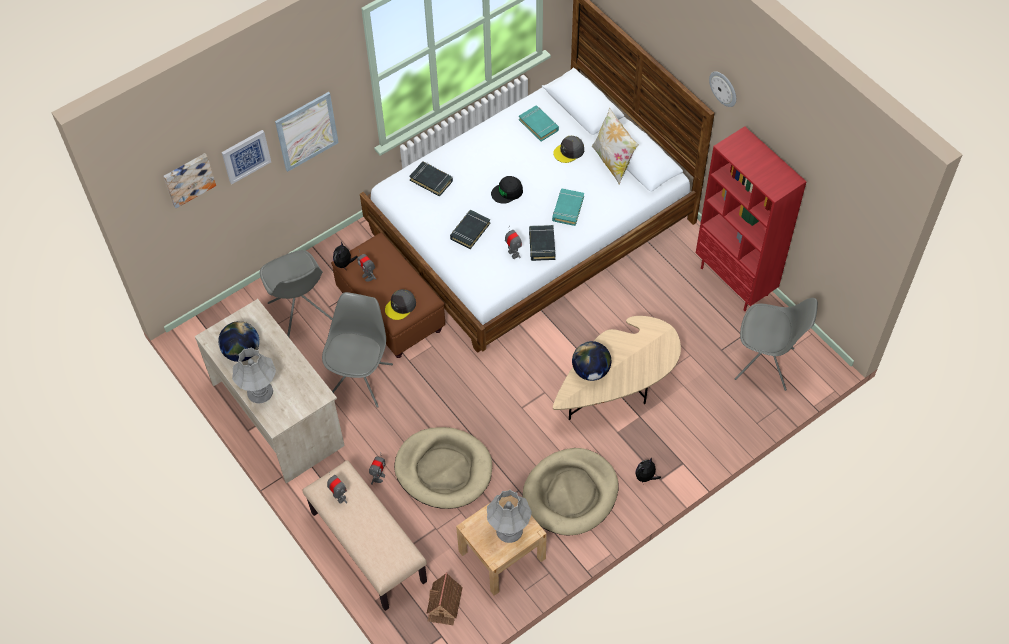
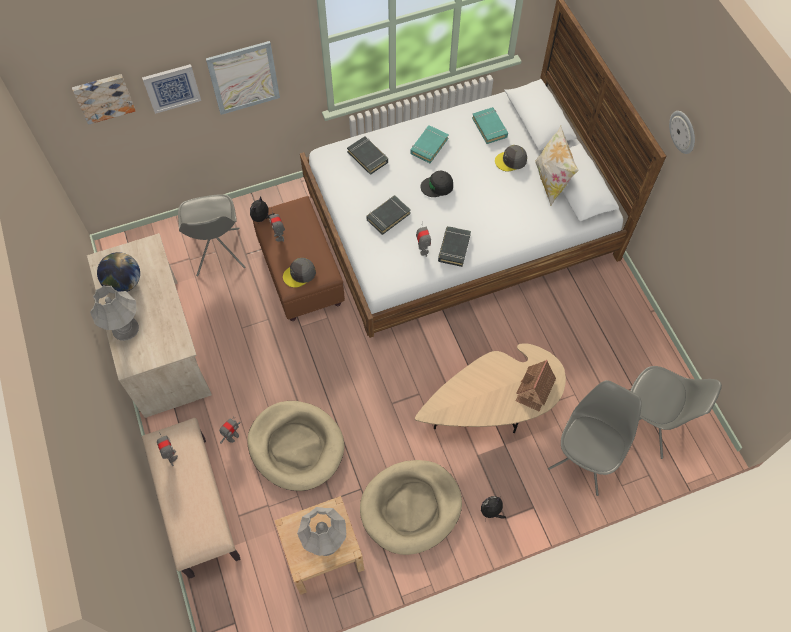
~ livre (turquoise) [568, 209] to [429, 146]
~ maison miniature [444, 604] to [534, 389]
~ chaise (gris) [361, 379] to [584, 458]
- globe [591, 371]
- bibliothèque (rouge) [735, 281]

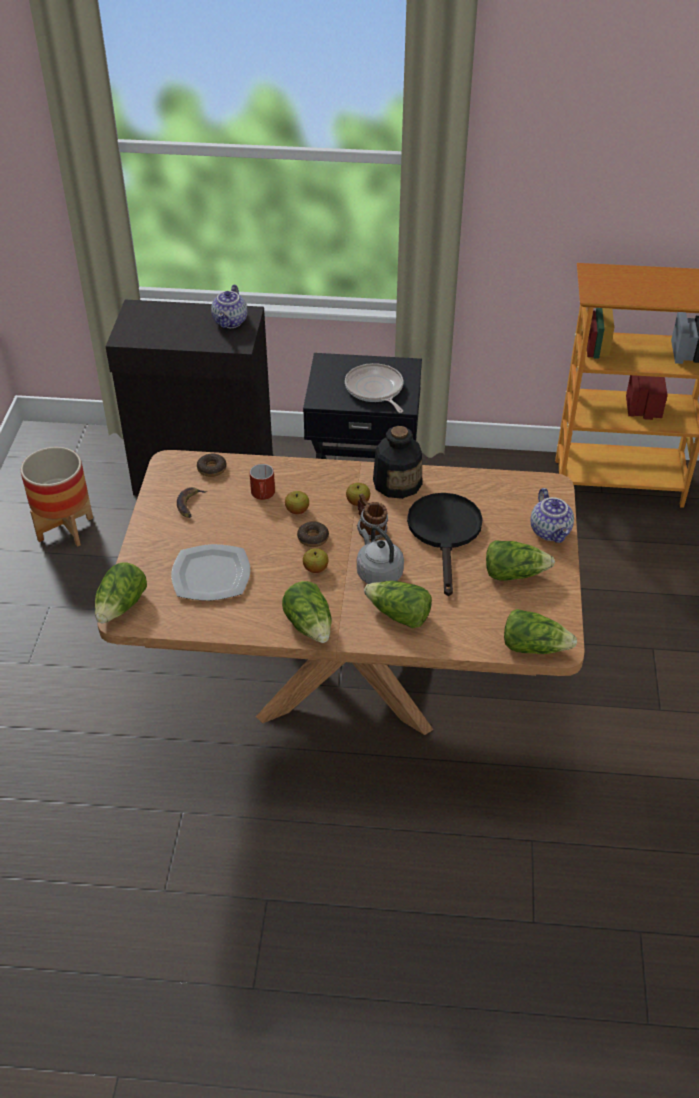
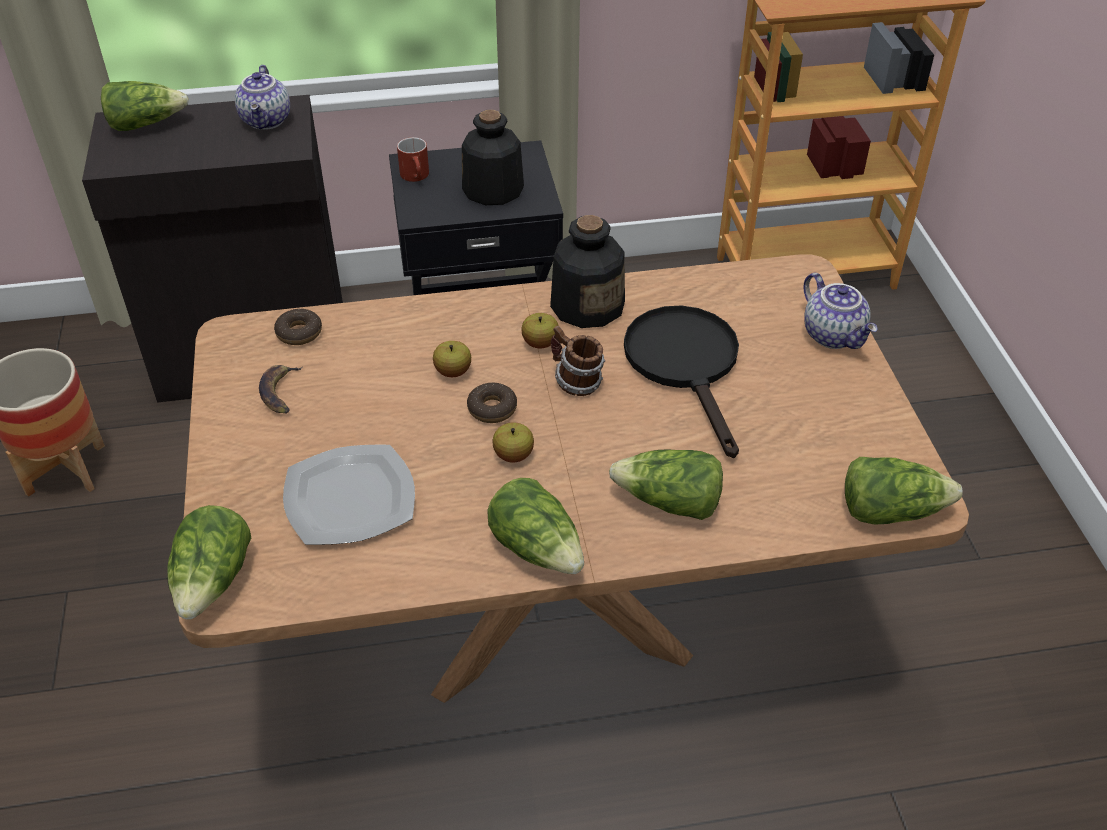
~ laitue [514, 573] to [146, 124]
~ mug (rouge) [264, 495] to [417, 176]
~ poêle [375, 390] to bouteille [493, 190]
- bouilloire (gris) [378, 572]

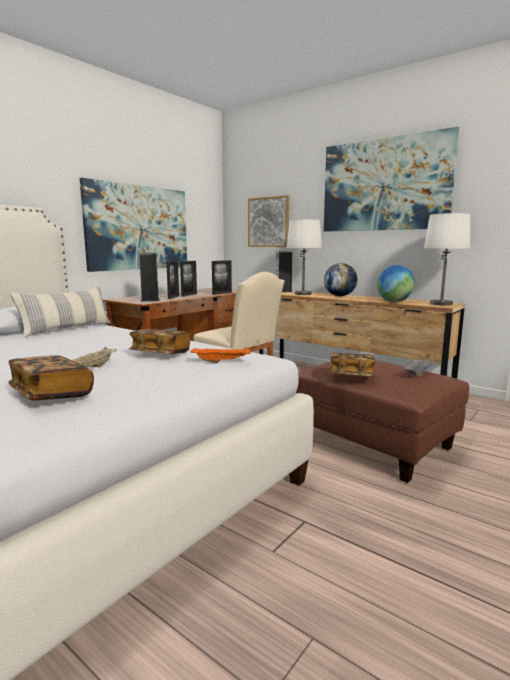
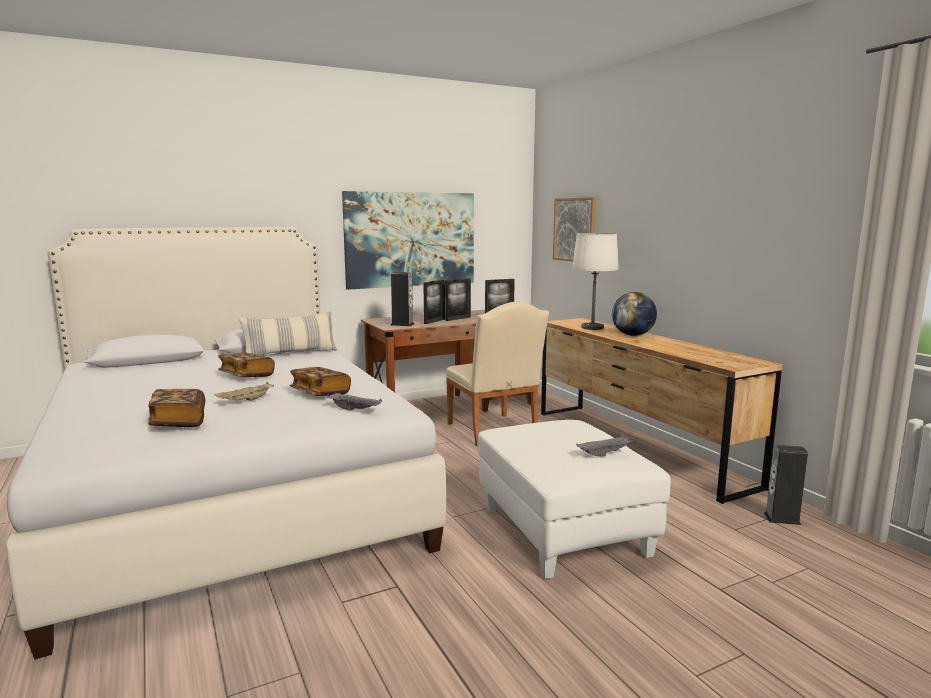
~ livre [351, 375] to [246, 376]
~ plateau (orange) [222, 361] to plateau (gris) [355, 410]
~ pouf (marron) [375, 445] to pouf (blanc) [563, 532]
~ enceinte [283, 291] to [782, 519]
- tableau [384, 185]
- globe [394, 302]
- lampe de table (blanc) [441, 304]

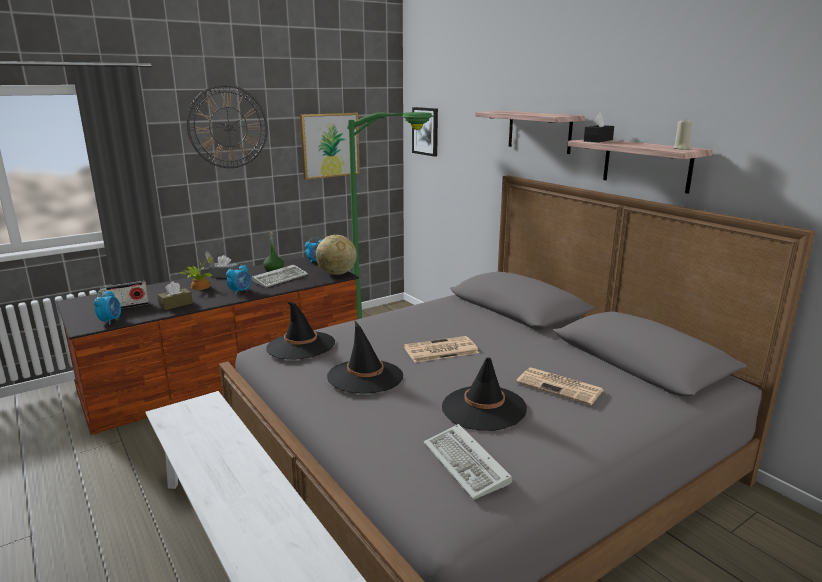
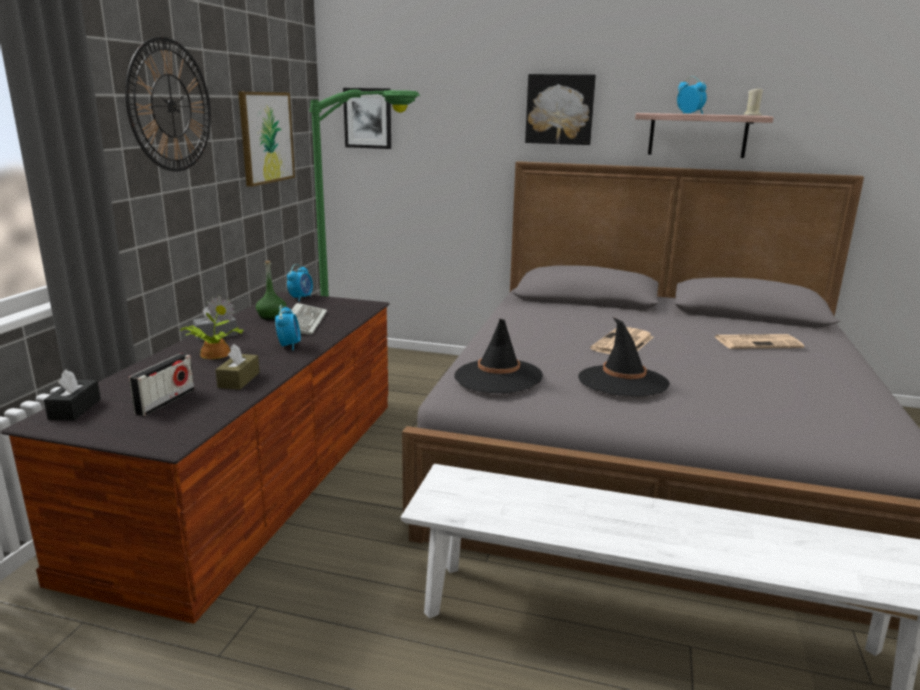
~ boîte à mouchoirs (noir) [598, 140] to [75, 409]
~ étagère [539, 131] to tableau [560, 109]
~ réveil [110, 320] to [690, 114]
- globe [337, 274]
- clavier [468, 465]
- chapeau (noir) [483, 408]

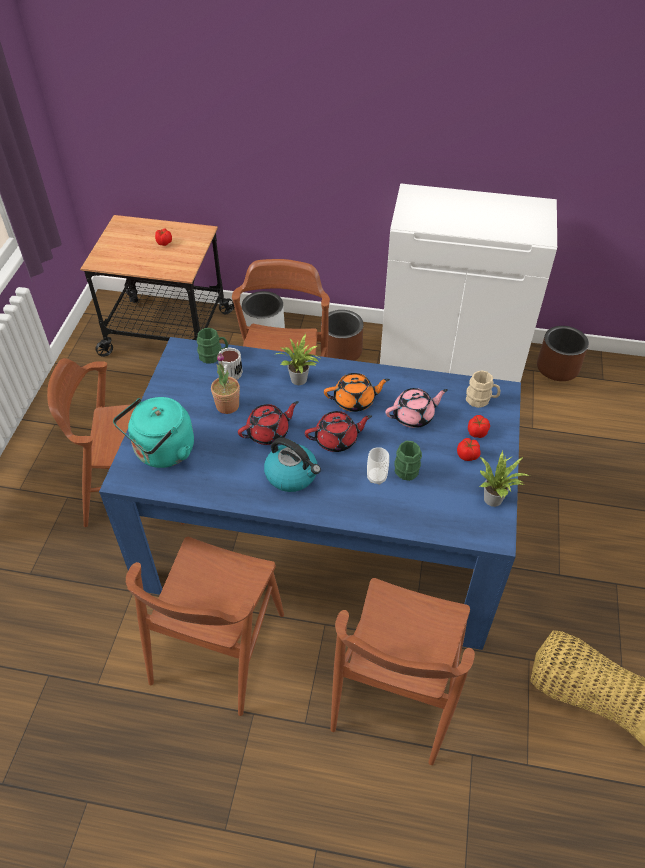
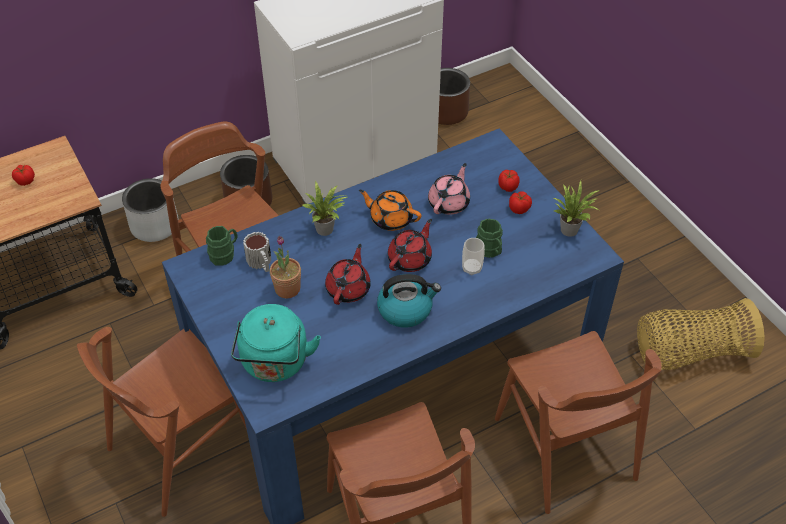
~ théière (orange) [355, 401] = [390, 219] 105 degrees counterclockwise
- mug (beige) [481, 400]

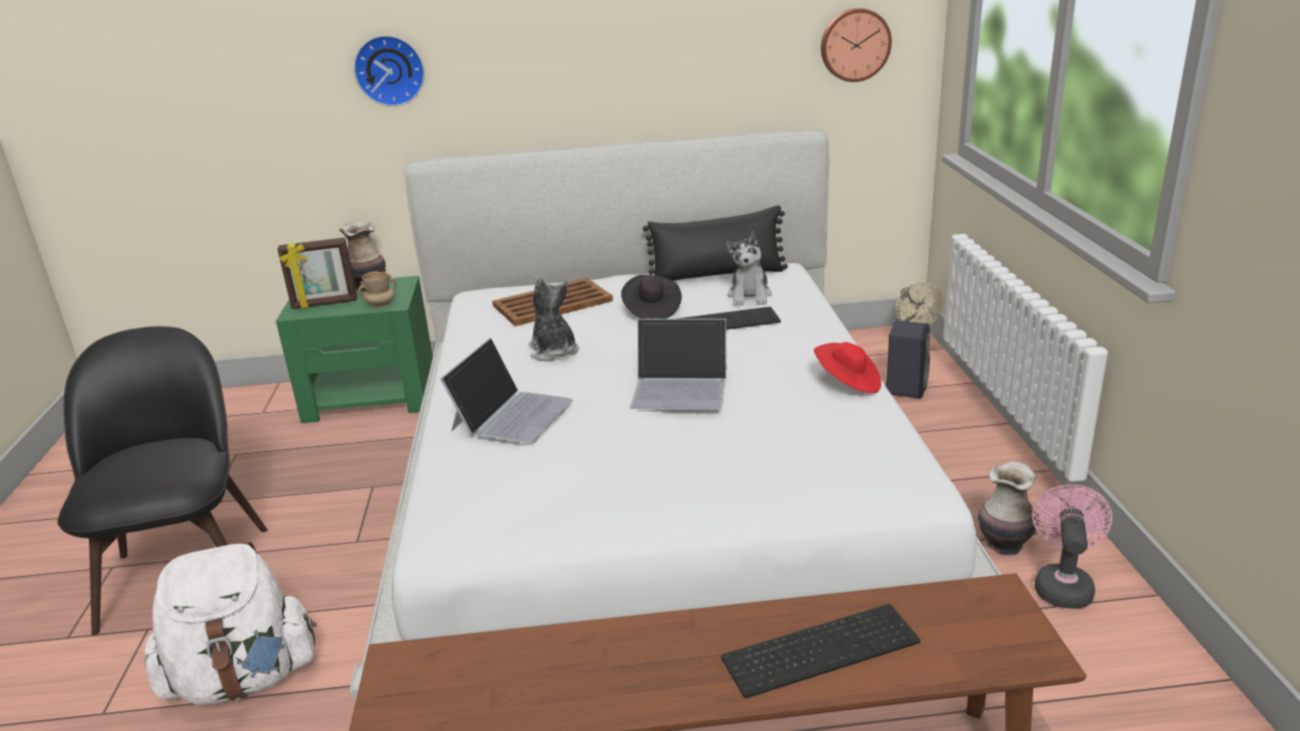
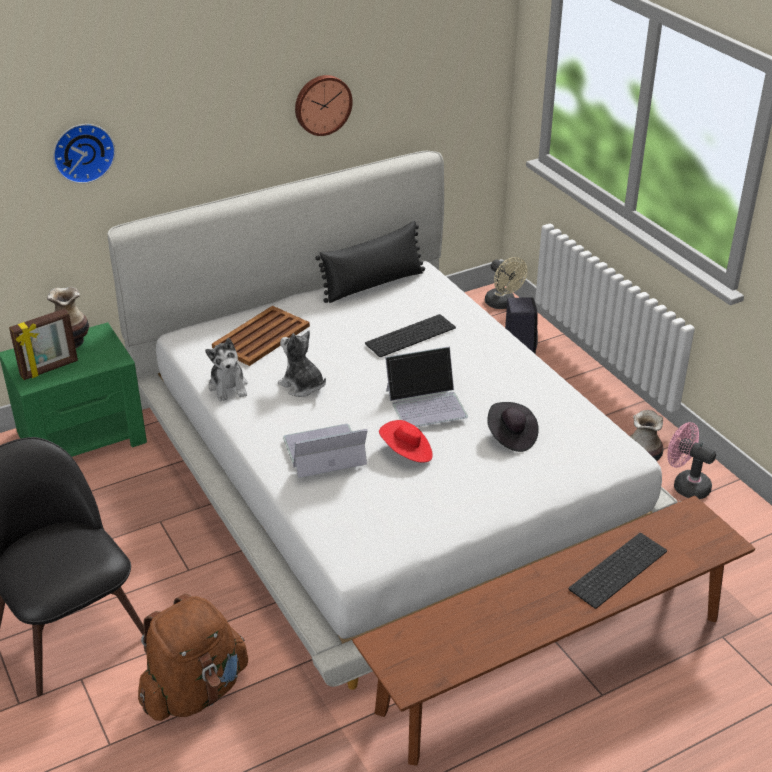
~ sac à dos (blanc) [243, 679] to sac à dos (marron) [195, 691]
~ peluche [750, 296] to [228, 386]
~ ordinateur portable [512, 414] = [323, 451] 105 degrees counterclockwise
~ horloge murale [854, 44] to [322, 104]
~ chapeau (rouge) [848, 383] to [406, 453]
~ chapeau (noir) [651, 310] to [511, 437]
~ ventilateur (rose) [1062, 585] = [686, 485] 45 degrees counterclockwise
- mug (beige) [381, 304]

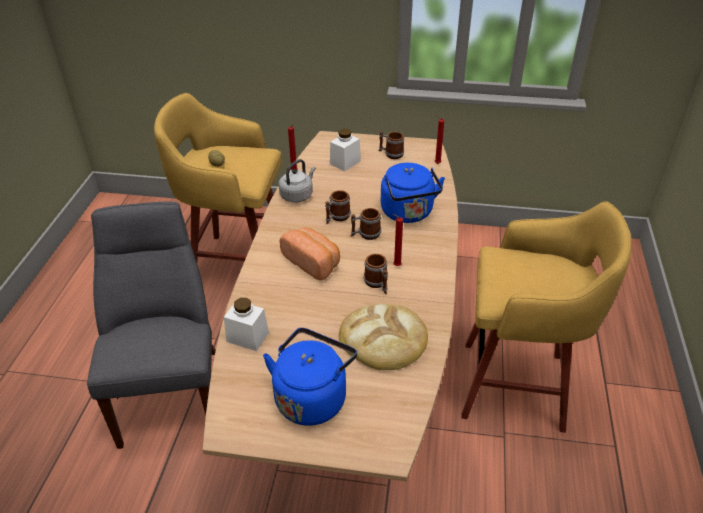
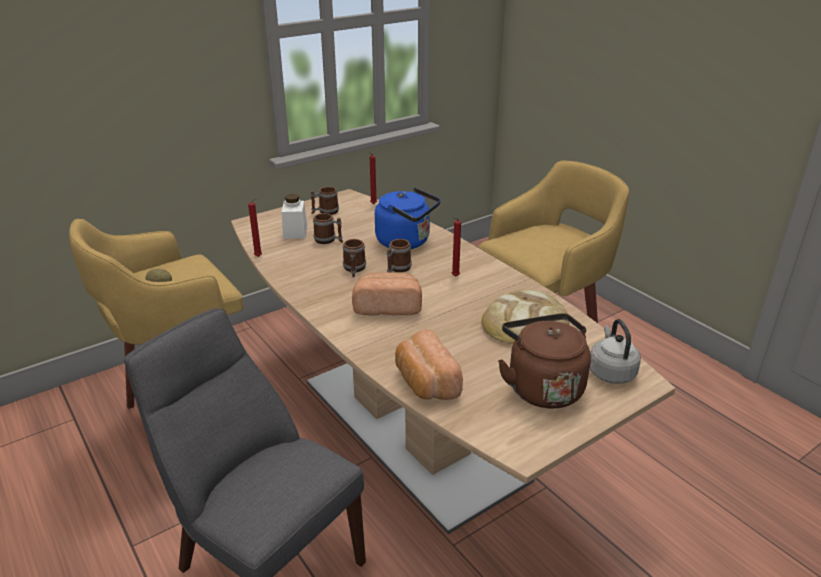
~ mug [377, 284] to [328, 240]
~ bocal (blanc) [247, 337] to pain [424, 383]
~ bouilloire (bleu) [312, 397] to bouilloire (marron) [542, 386]
~ bouilloire (gris) [298, 195] to [611, 372]

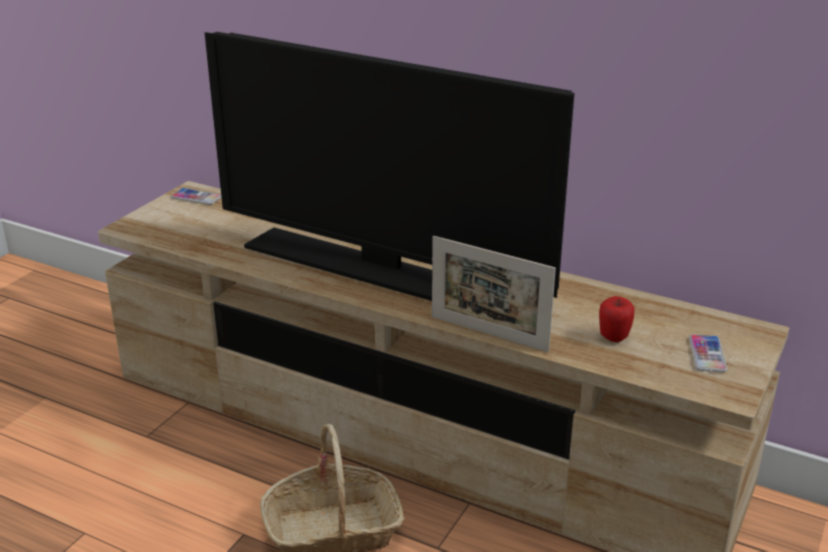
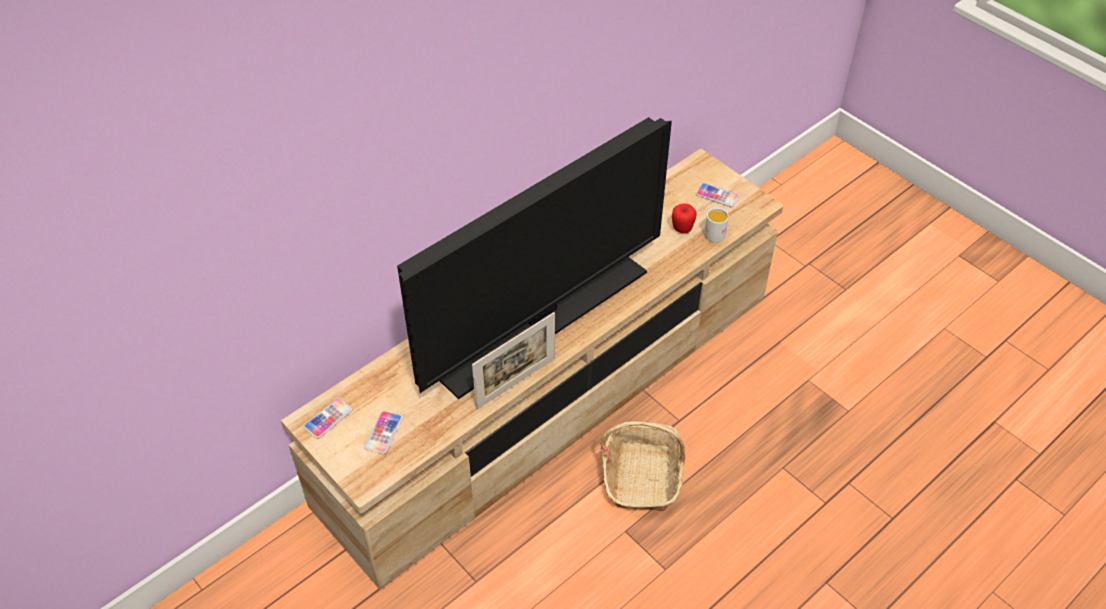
+ téléphone [383, 433]
~ cadre photo [488, 334] to [516, 383]
+ mug (blanc) [714, 232]

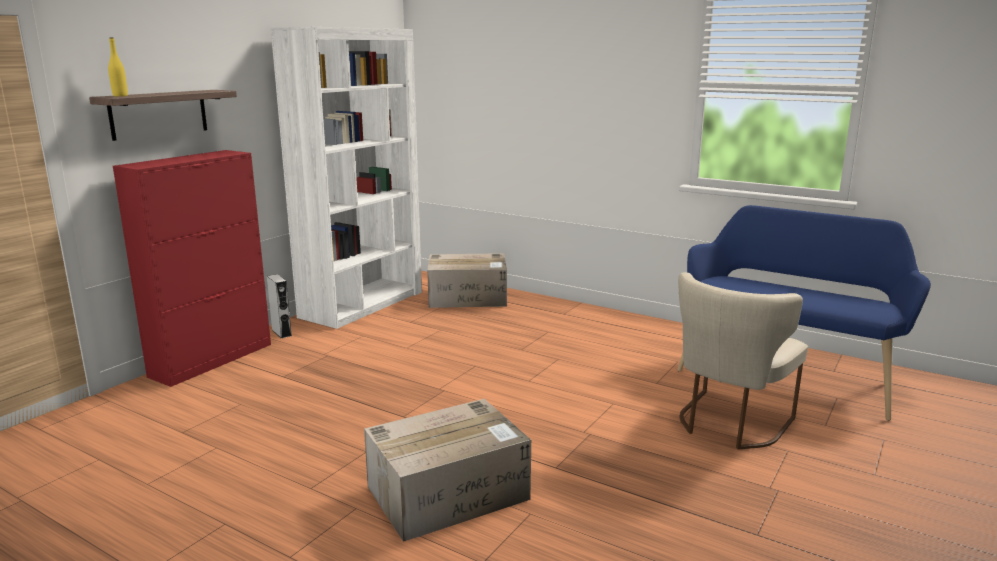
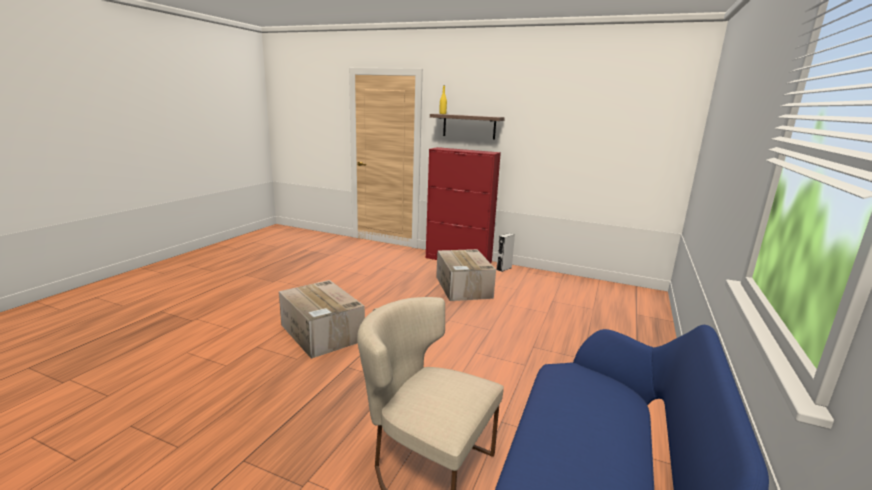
~ carton [468, 297] to [463, 287]
- bibliothèque (blanc) [362, 304]

